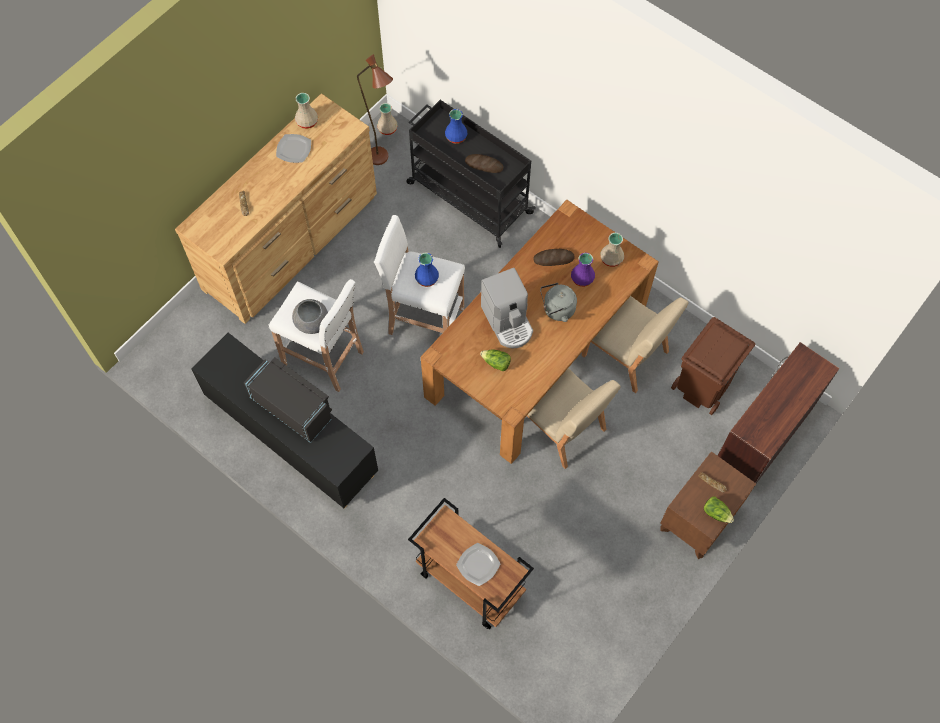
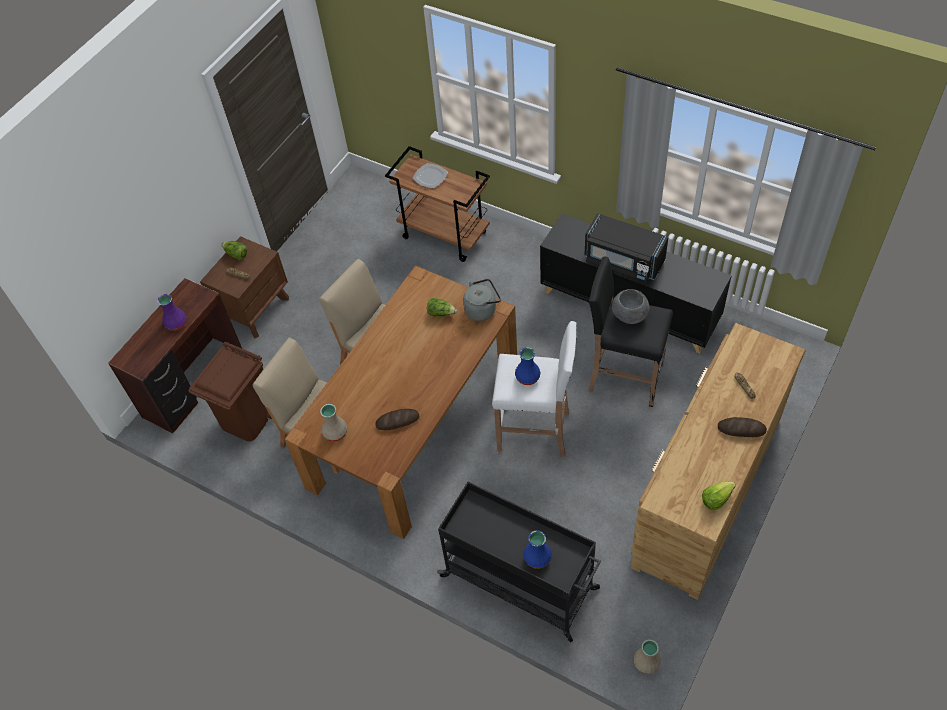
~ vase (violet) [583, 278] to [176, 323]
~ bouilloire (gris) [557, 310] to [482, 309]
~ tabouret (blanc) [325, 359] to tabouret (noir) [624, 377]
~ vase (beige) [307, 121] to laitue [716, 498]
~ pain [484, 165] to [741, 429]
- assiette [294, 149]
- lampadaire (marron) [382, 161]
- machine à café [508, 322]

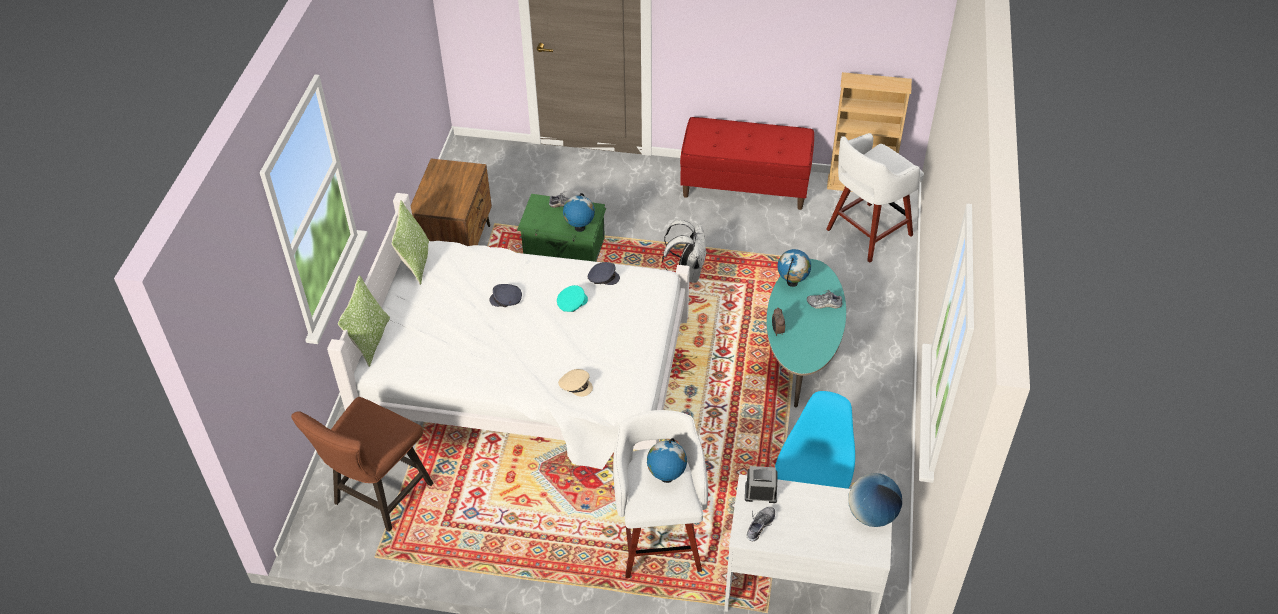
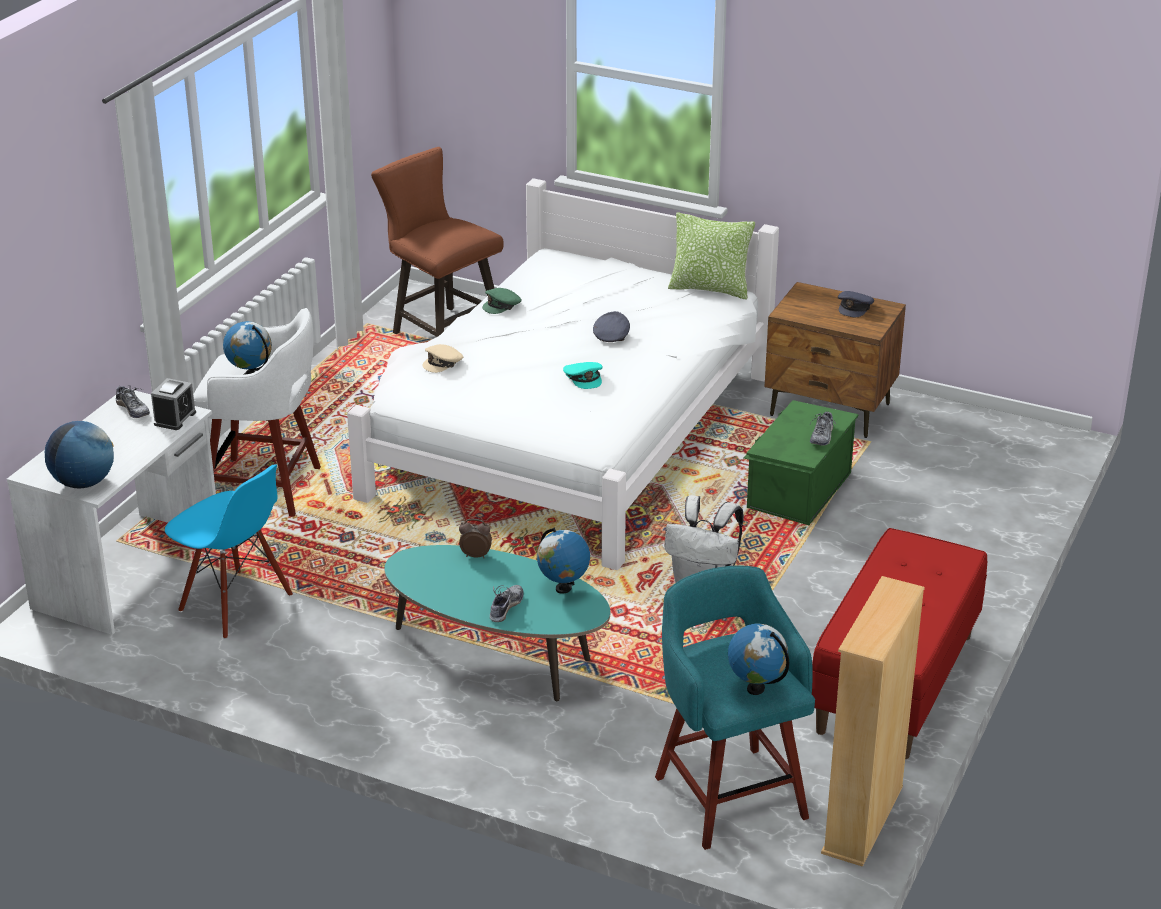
+ casquette (vert) [502, 305]
~ tabouret (blanc) [867, 233] to tabouret (turquoise) [729, 794]
~ globe [579, 228] to [756, 688]
~ casquette (gris) [603, 277] to [855, 307]
- coussin [370, 340]

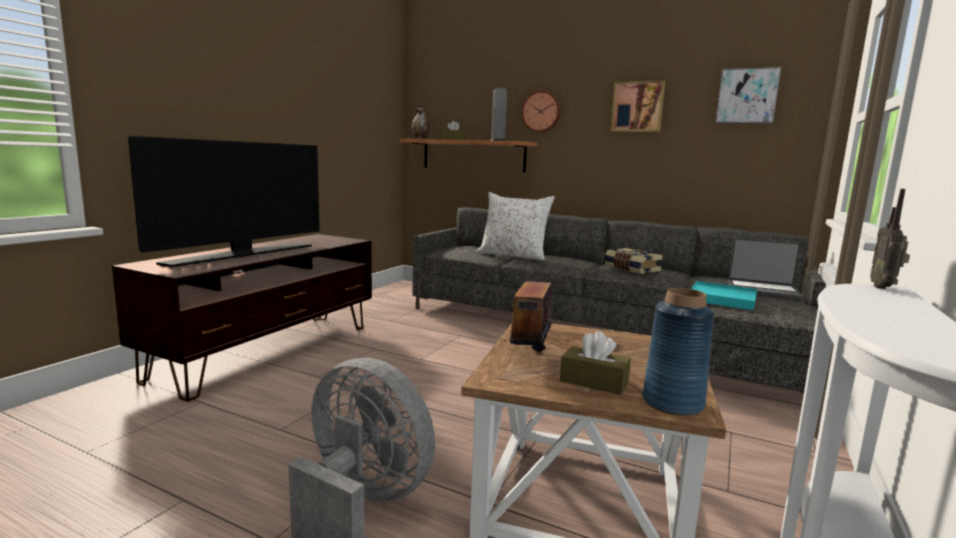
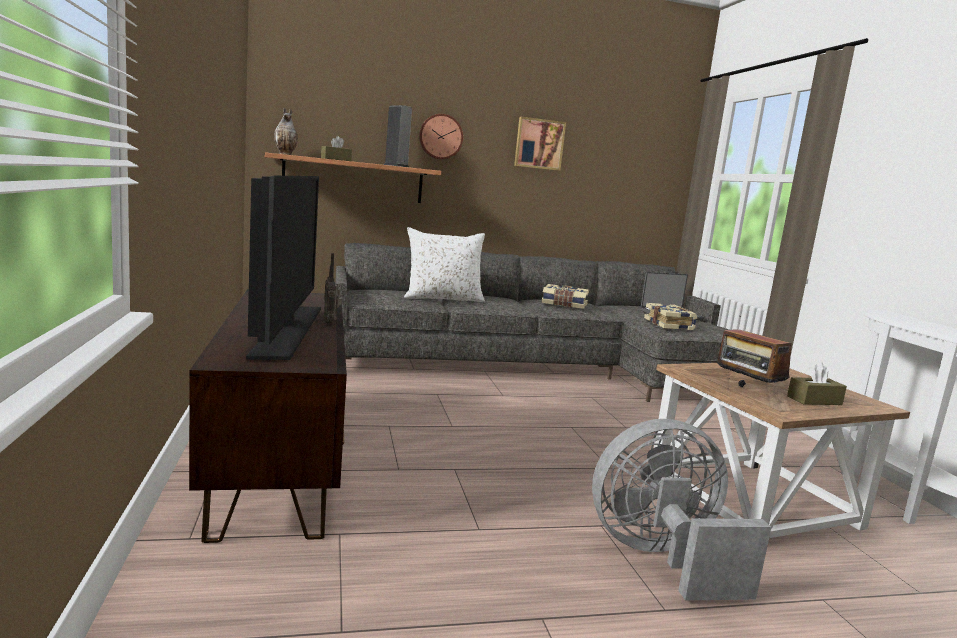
~ radio [884, 287] to [331, 322]
~ plateau (turquoise) [722, 299] to livre [669, 325]
- vase (bleu) [673, 403]
- tableau [747, 96]

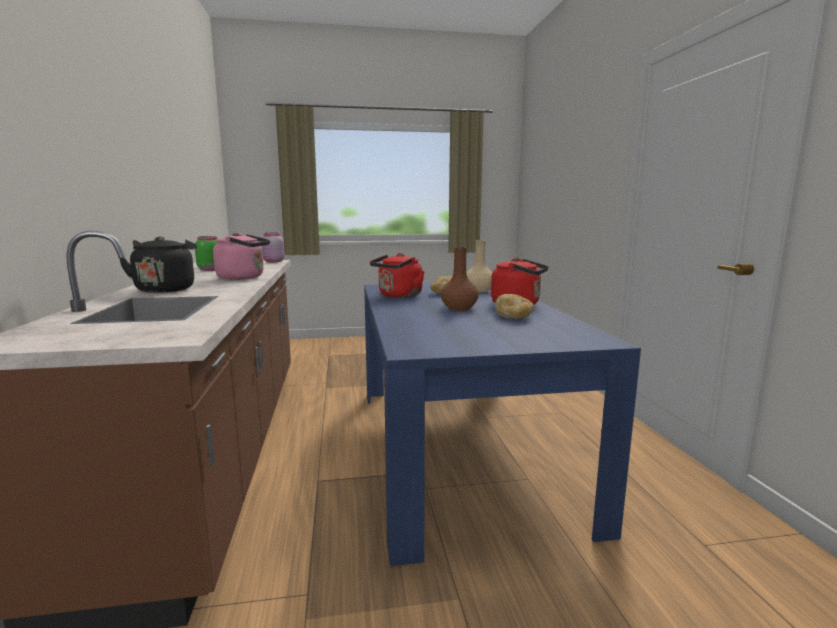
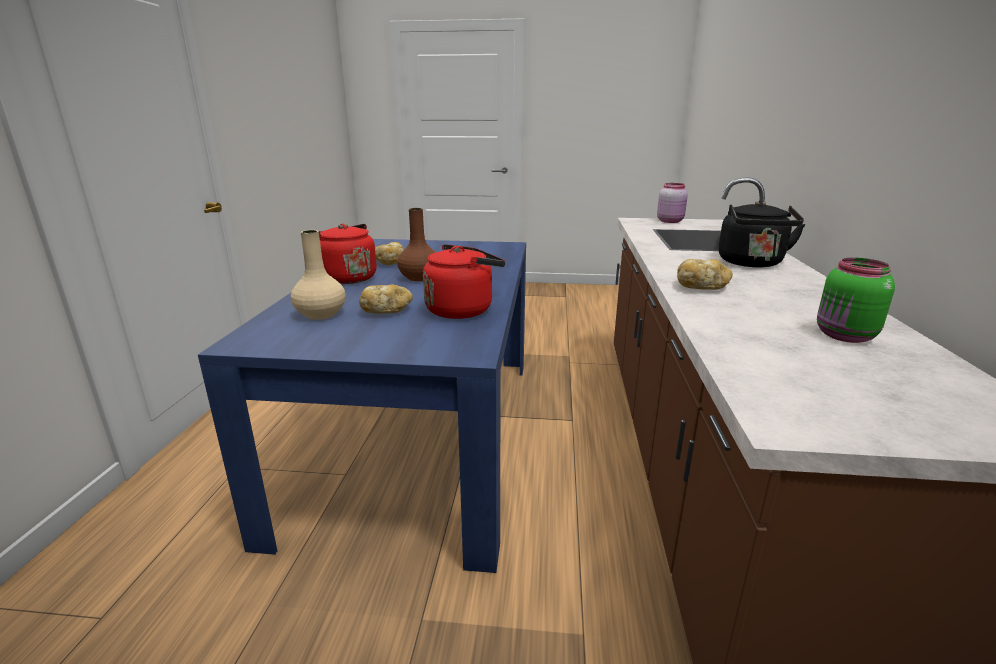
~ bocal (rose) [273, 261] to [670, 221]
~ bouilloire (rose) [244, 278] to pain [701, 287]

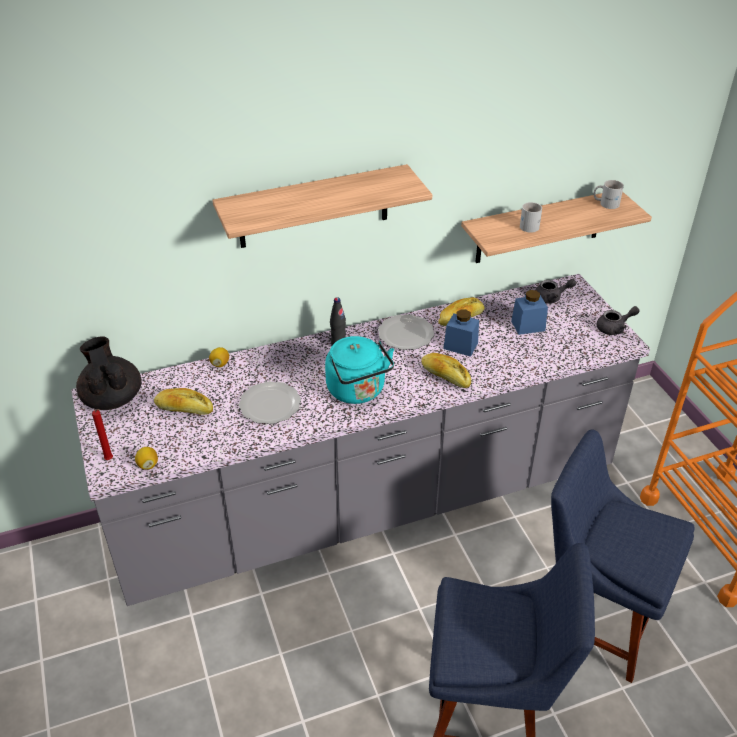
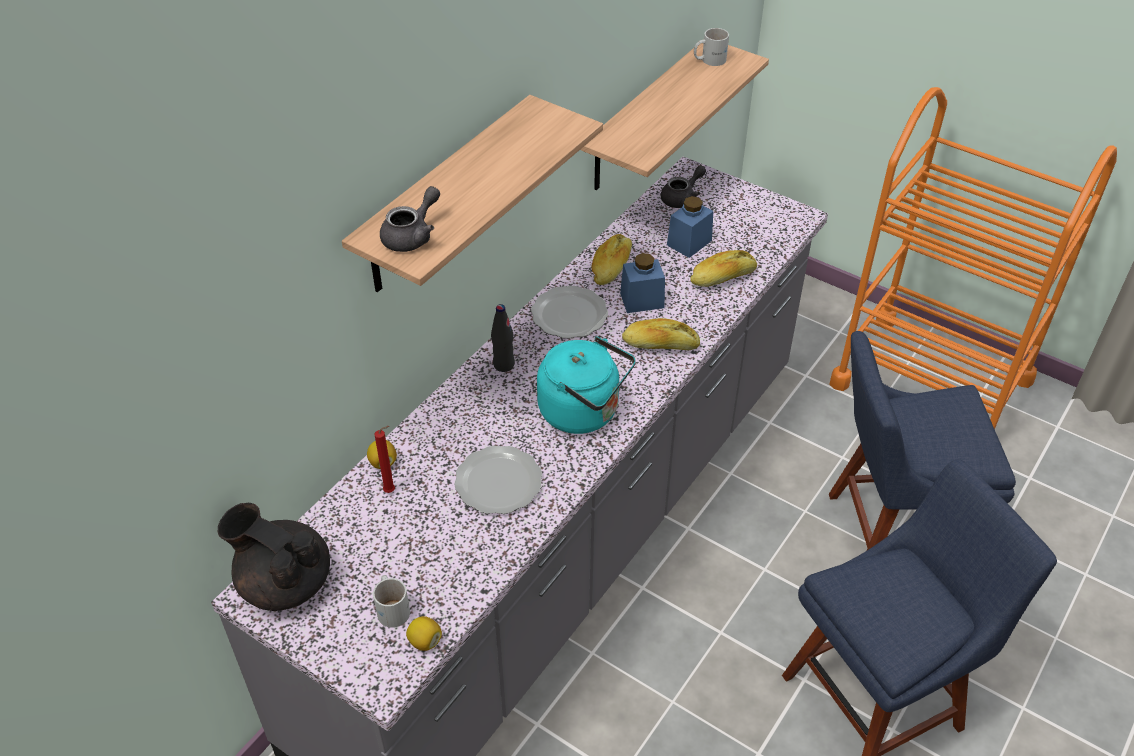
~ mug (blanc) [530, 225] to [393, 607]
~ bougie (rouge) [110, 460] to [391, 491]
~ théière (gris) [614, 328] to [412, 236]
~ pain [184, 409] to [723, 277]

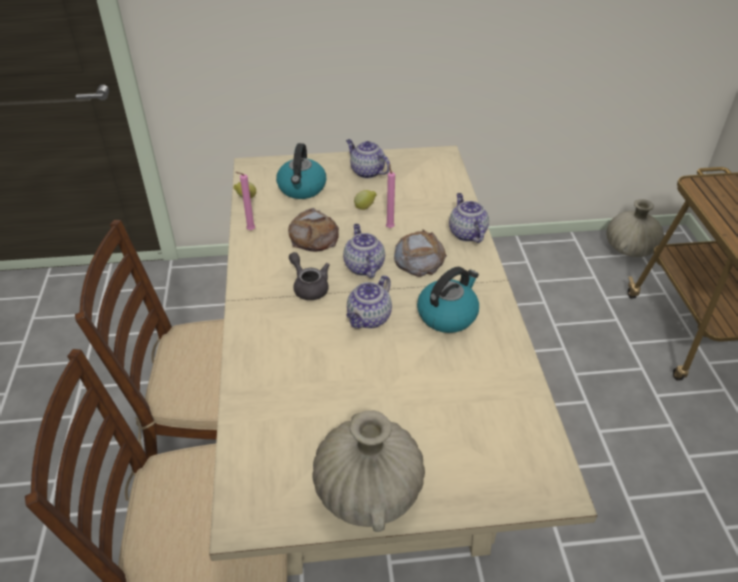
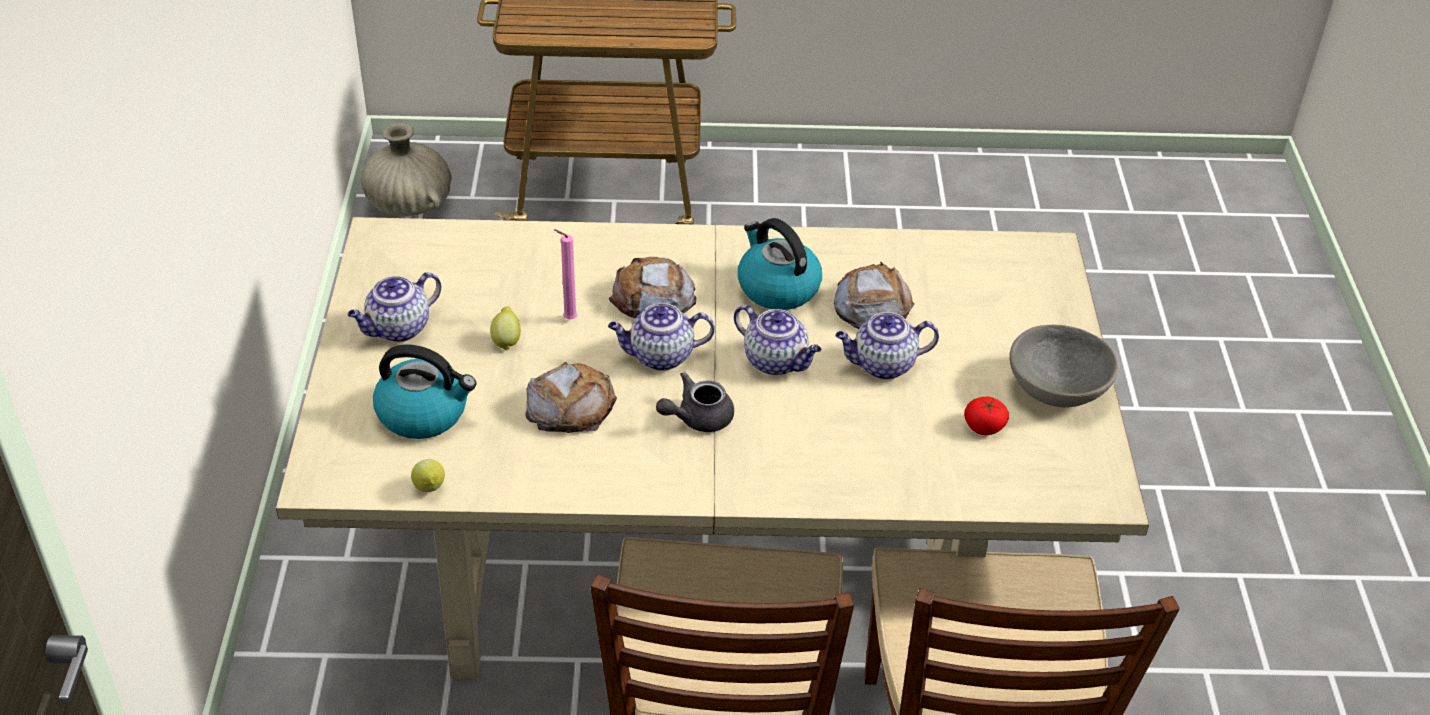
+ pain [872, 306]
~ théière [466, 233] to [882, 365]
+ tomate [984, 426]
~ vase (beige) [368, 491] to bol (gris) [1058, 388]
- bougie (rose) [249, 230]

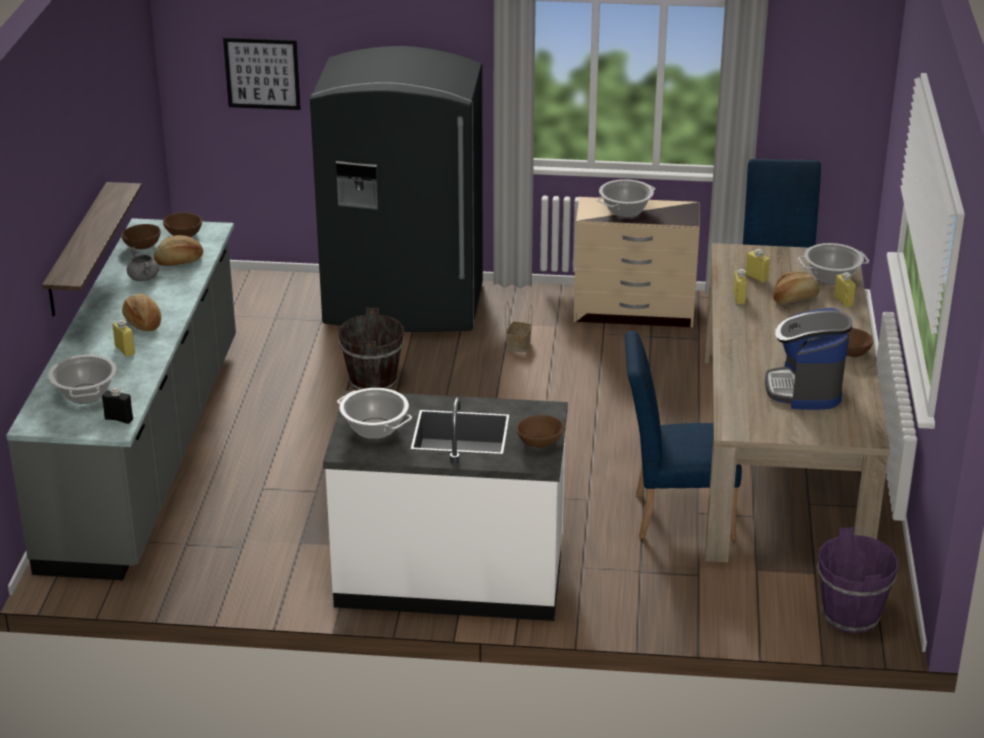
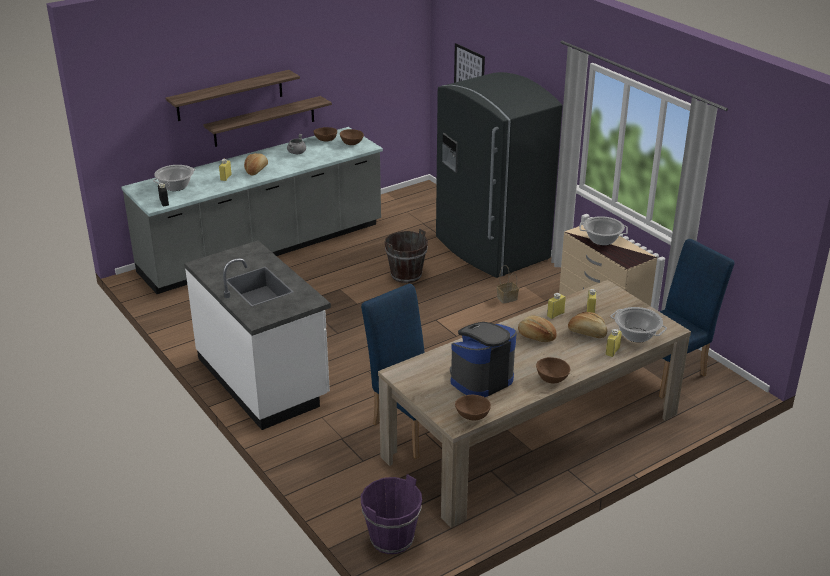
+ étagère [230, 95]
~ bol (marron) [540, 442] to [473, 416]
~ pain [179, 261] to [536, 336]
- marmite [375, 429]

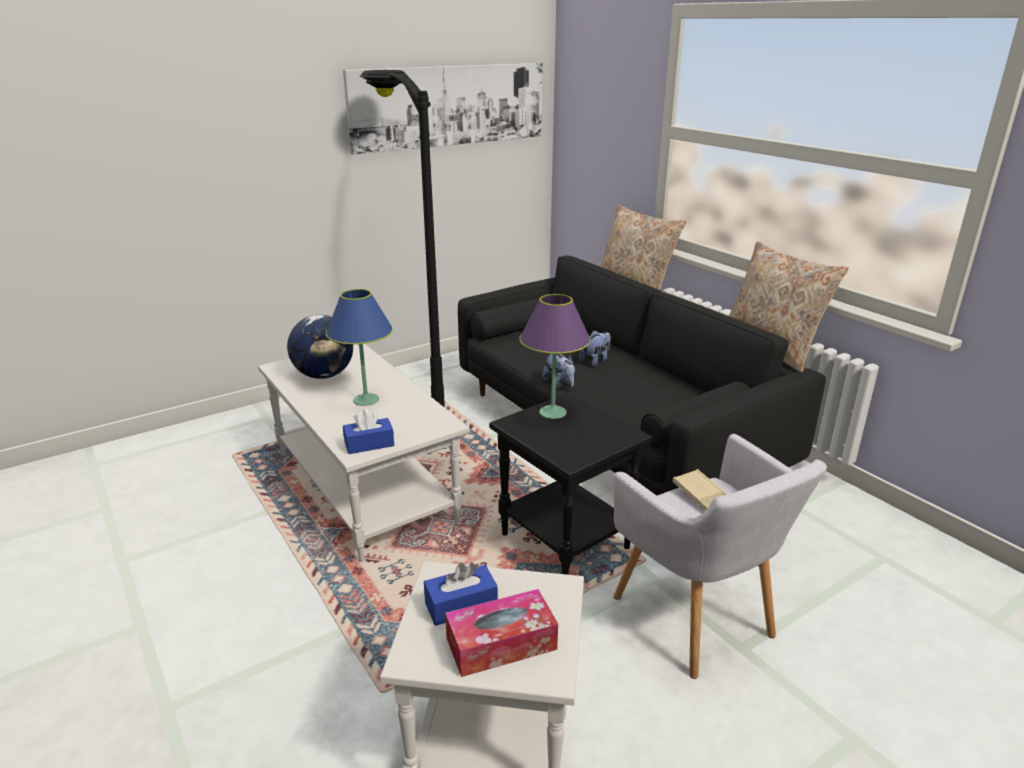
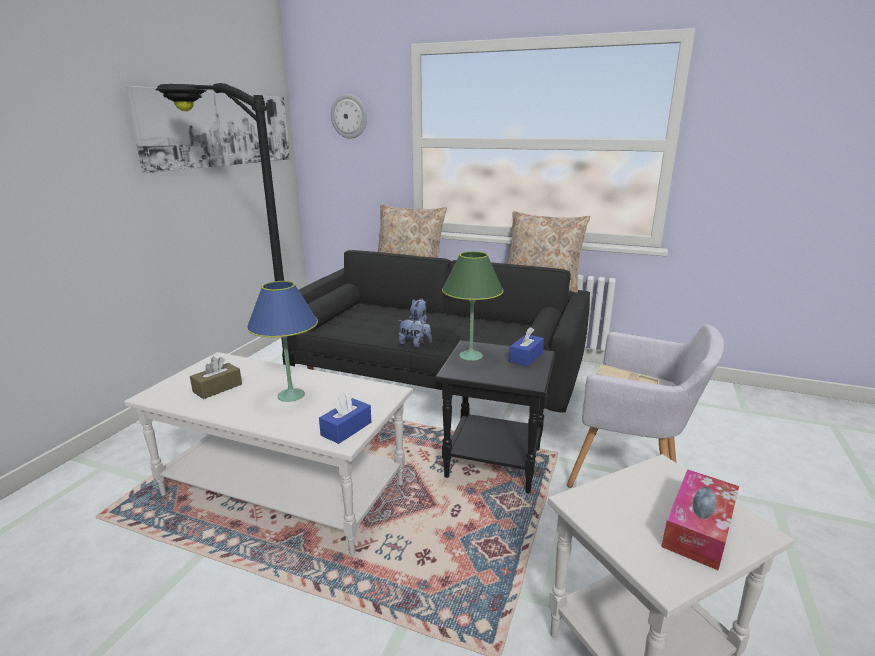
~ globe [324, 375] to boîte à mouchoirs (marron) [217, 388]
+ horloge murale [349, 116]
~ lampe de table (violet) [553, 413] to lampe de table (vert) [471, 356]
~ boîte à mouchoirs (bleu) [461, 605] to [526, 357]

